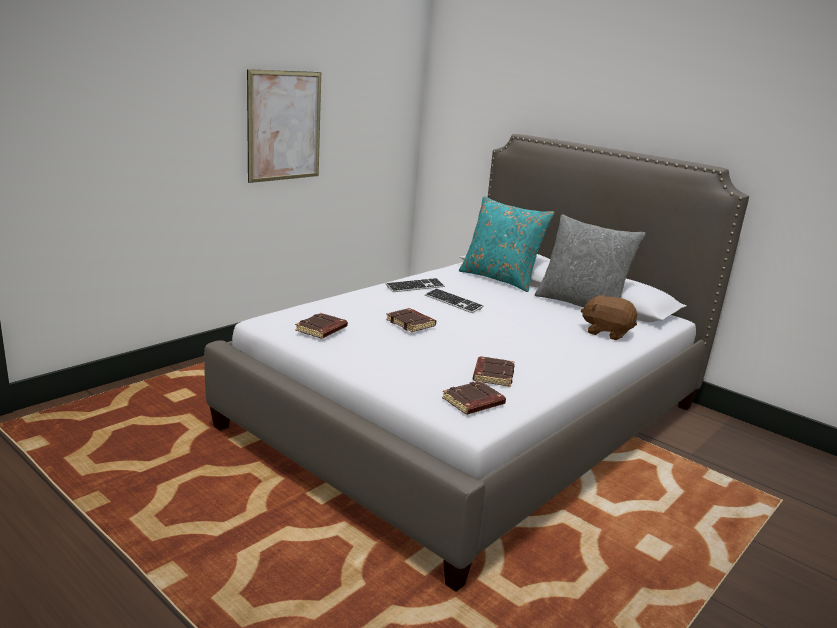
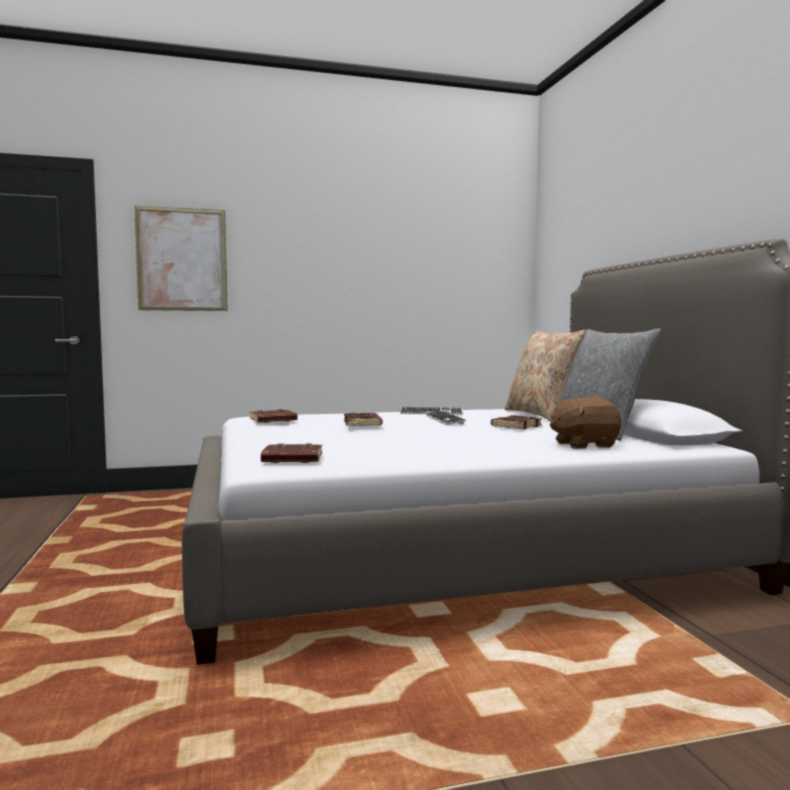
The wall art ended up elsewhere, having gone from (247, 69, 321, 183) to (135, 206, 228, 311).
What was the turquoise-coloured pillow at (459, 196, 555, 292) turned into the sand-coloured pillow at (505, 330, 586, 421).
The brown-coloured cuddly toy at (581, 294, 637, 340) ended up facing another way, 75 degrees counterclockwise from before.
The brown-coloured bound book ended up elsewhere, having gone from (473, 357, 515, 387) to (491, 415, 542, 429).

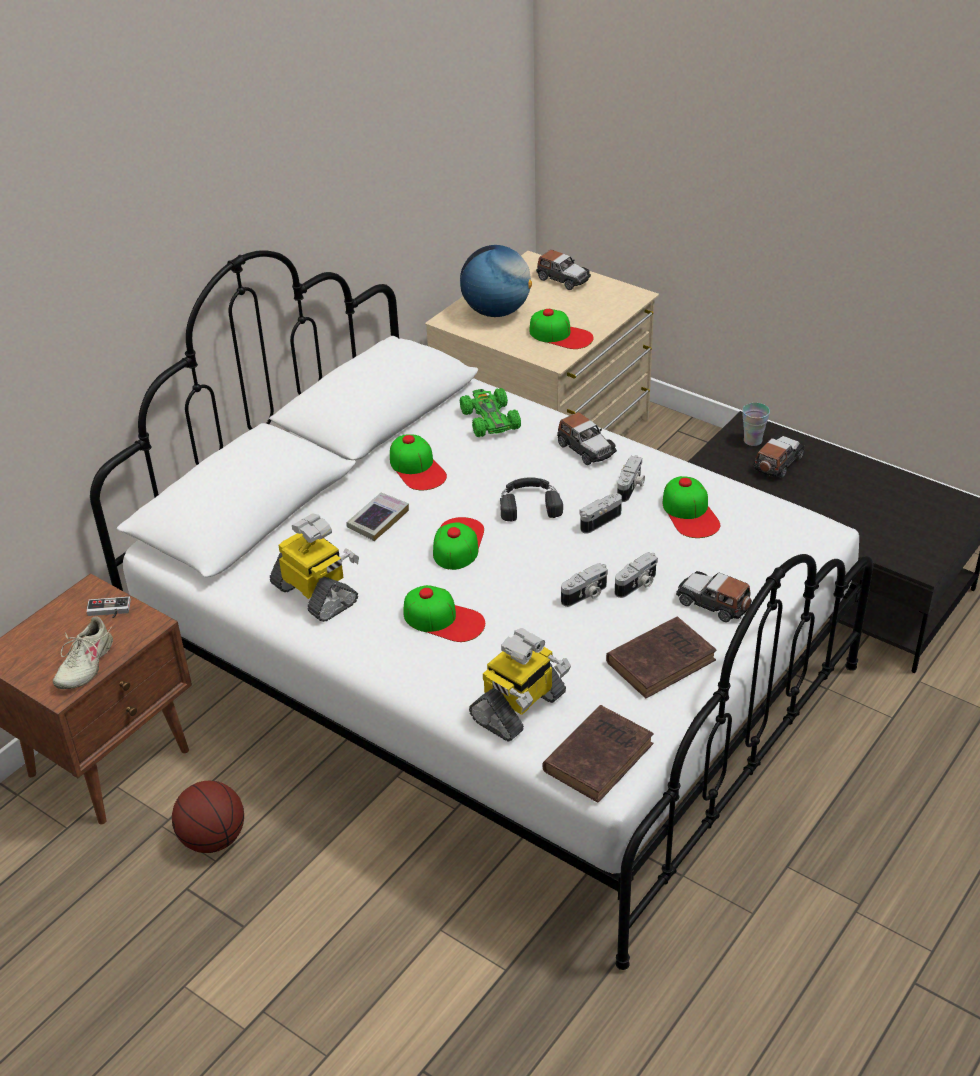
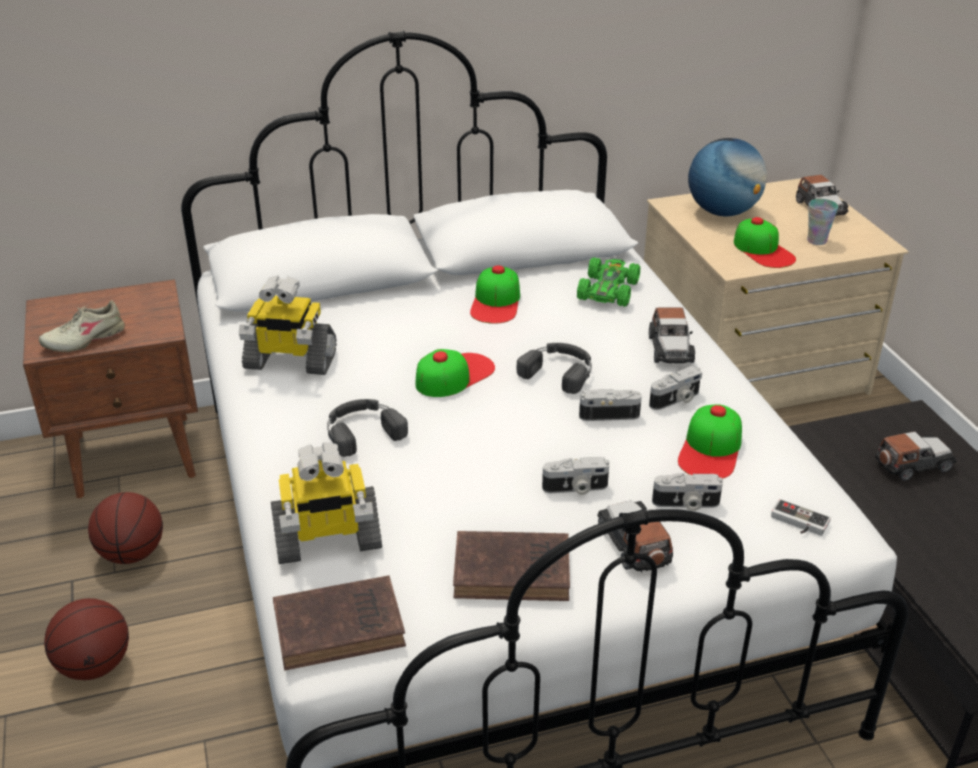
The cup ended up elsewhere, having gone from (742, 403, 770, 446) to (807, 199, 838, 245).
The second view lost the bound book at (346, 493, 409, 541).
The model robot at (270, 513, 359, 622) ended up facing another way, 105 degrees clockwise from before.
The photo camera ended up elsewhere, having gone from (561, 563, 608, 607) to (652, 472, 723, 511).
Where the cap stood at (404, 585, 485, 642), the black-coloured pair of headphones came to stand at (327, 399, 408, 457).
The gamepad ended up elsewhere, having gone from (86, 597, 131, 618) to (771, 499, 831, 536).
The second view gained the basketball ball at (44, 598, 129, 680).

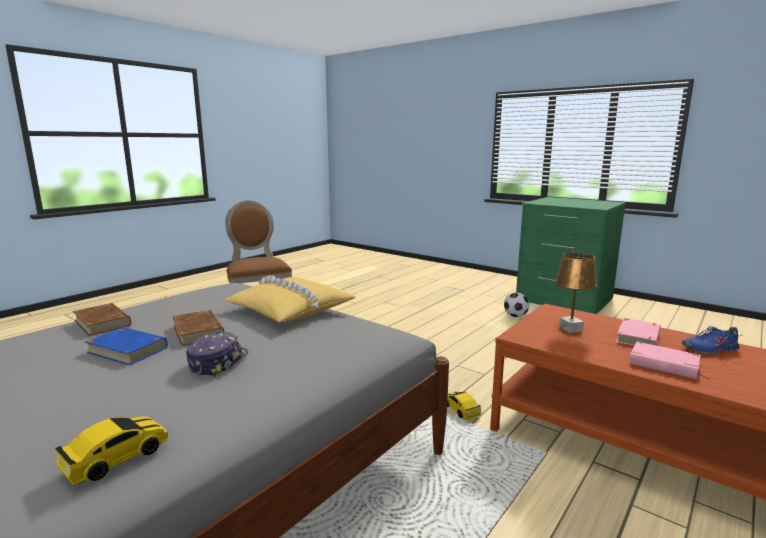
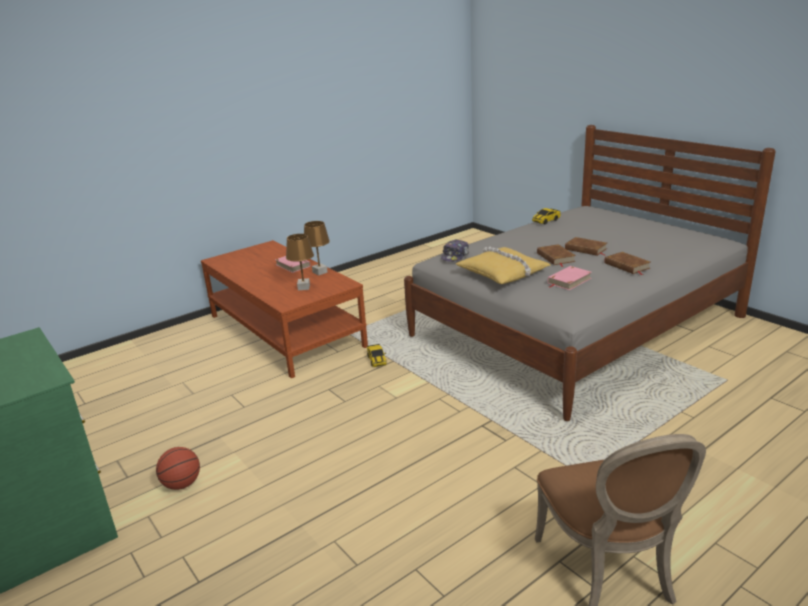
Where the ball for football stood at (504, 292, 529, 317), the basketball ball came to stand at (156, 447, 200, 490).
The pink-coloured bound book ended up elsewhere, having gone from (616, 318, 661, 346) to (547, 266, 591, 290).
The second view lost the blue-coloured low shoe at (682, 326, 740, 354).
What was the blue-coloured bound book at (85, 327, 167, 365) turned into the brown-coloured bound book at (565, 237, 607, 256).
The cap ended up elsewhere, having gone from (186, 332, 249, 377) to (441, 239, 469, 262).
The second view gained the brown-coloured table lamp at (304, 221, 330, 275).

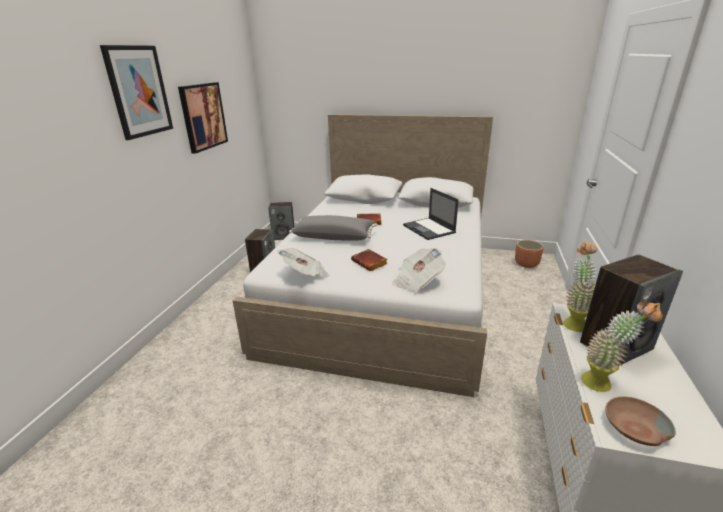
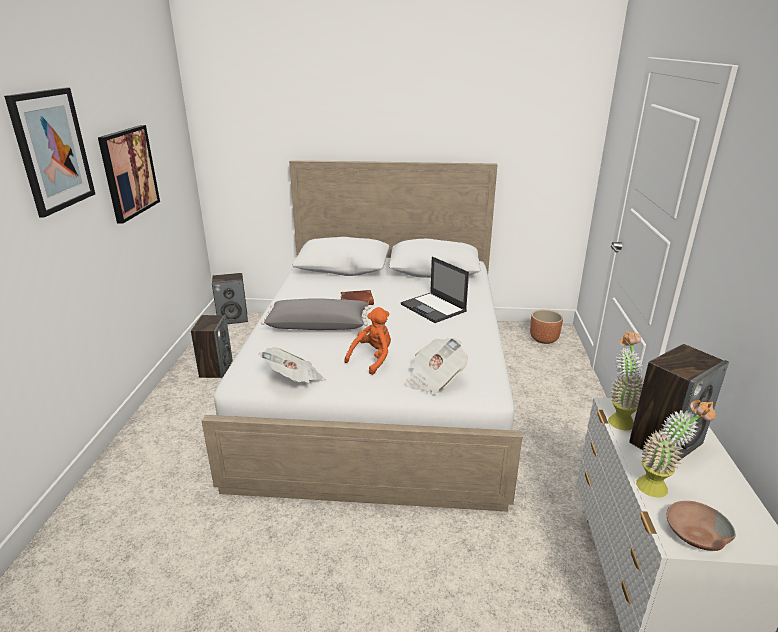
Where the brown-coloured bound book stood at (351, 249, 388, 271), the orangey cuddly toy came to stand at (344, 307, 391, 375).

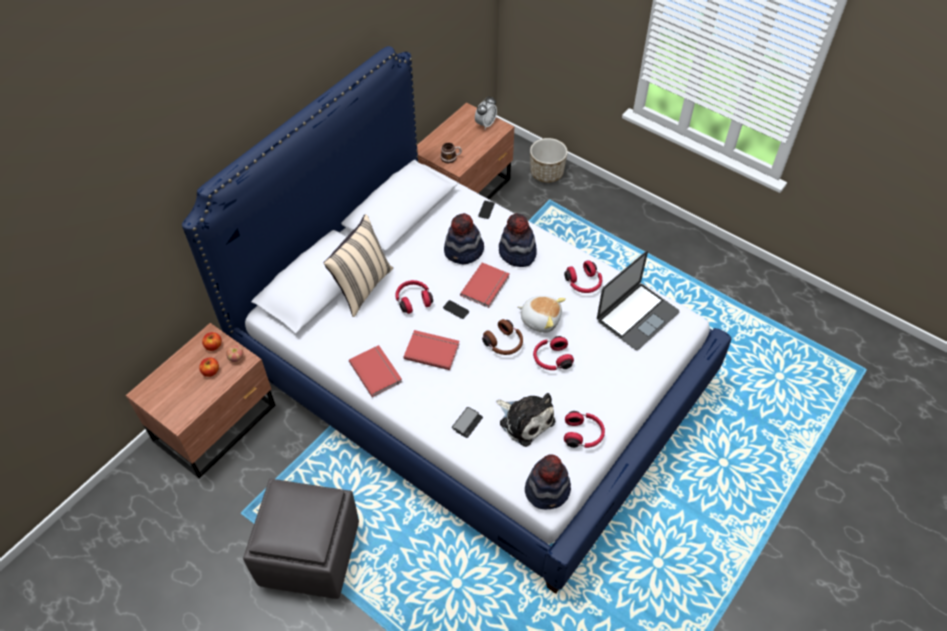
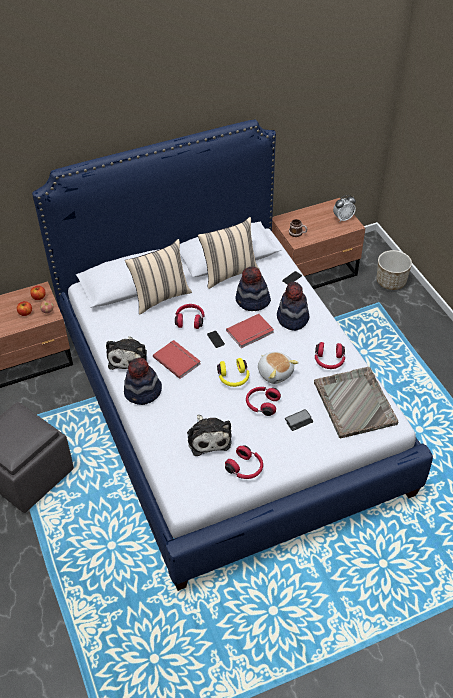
Where the portable computer stood at (597, 251, 679, 350), the gray carrying tray came to stand at (314, 367, 398, 438).
What was the brown-coloured pair of headphones at (482, 319, 523, 355) turned into the yellow-coloured pair of headphones at (217, 358, 250, 387).
Where the reddish bound book stood at (349, 345, 402, 397), the cuddly toy came to stand at (106, 336, 147, 370).
The phone ended up elsewhere, having gone from (452, 407, 483, 438) to (285, 409, 313, 431).
The wearable hat ended up elsewhere, having gone from (525, 455, 571, 510) to (124, 357, 162, 405).
The second view gained the sand-coloured pillow at (198, 217, 260, 289).

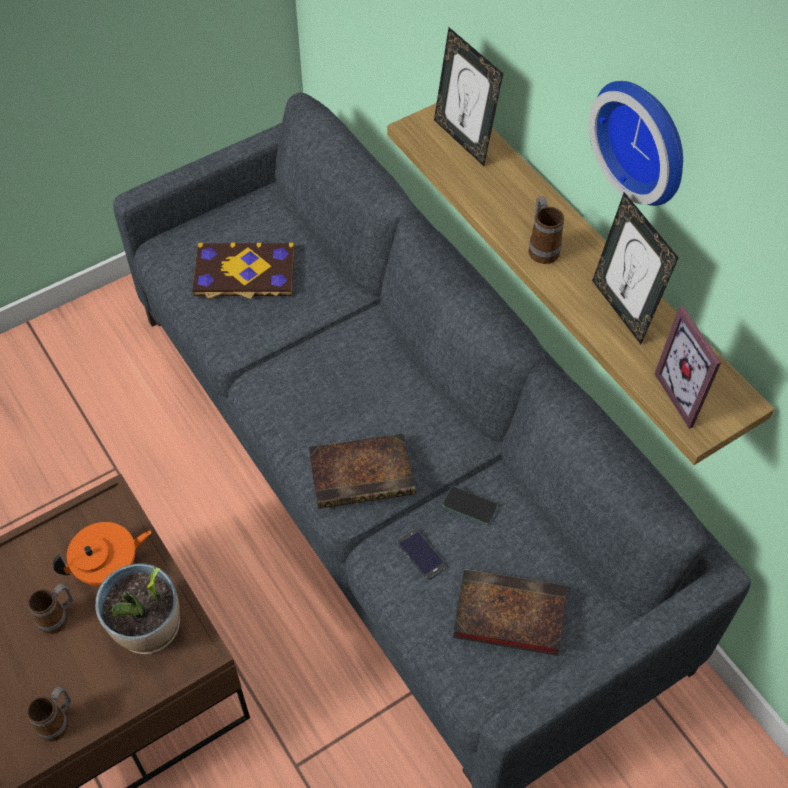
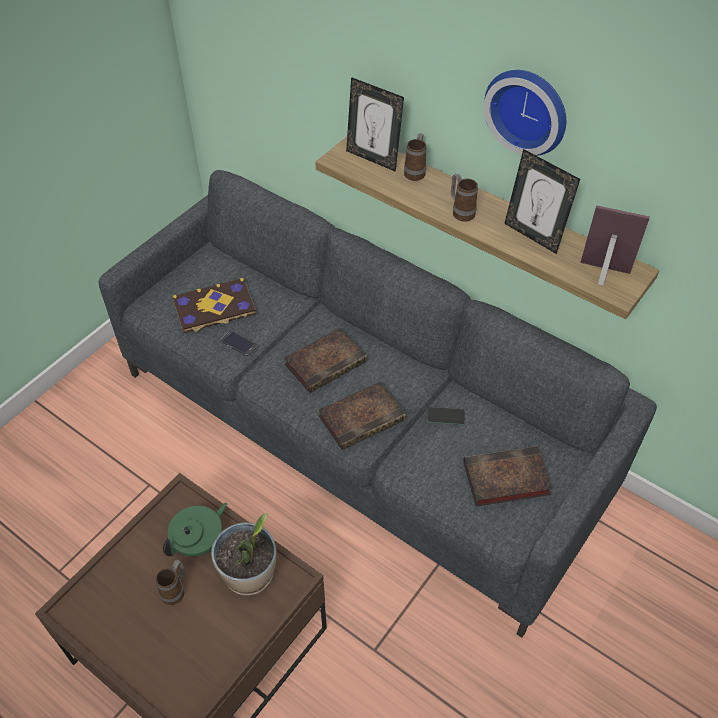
The picture frame at (655, 306, 721, 429) ended up facing another way, 150 degrees clockwise from before.
What was the orangey tea pot at (53, 522, 152, 586) turned into the greenish tea pot at (163, 503, 227, 557).
The phone ended up elsewhere, having gone from (398, 529, 446, 579) to (221, 331, 257, 356).
The mug ended up elsewhere, having gone from (27, 686, 71, 742) to (404, 133, 426, 181).
The second view gained the bound book at (284, 328, 368, 393).

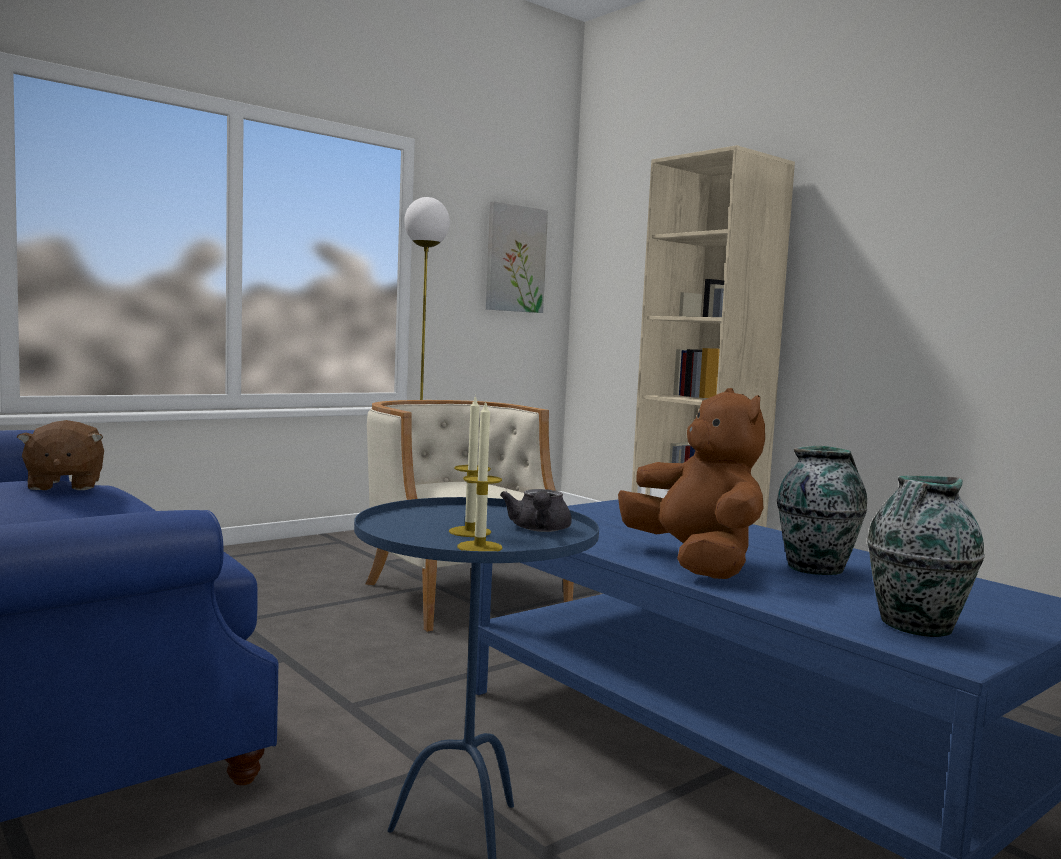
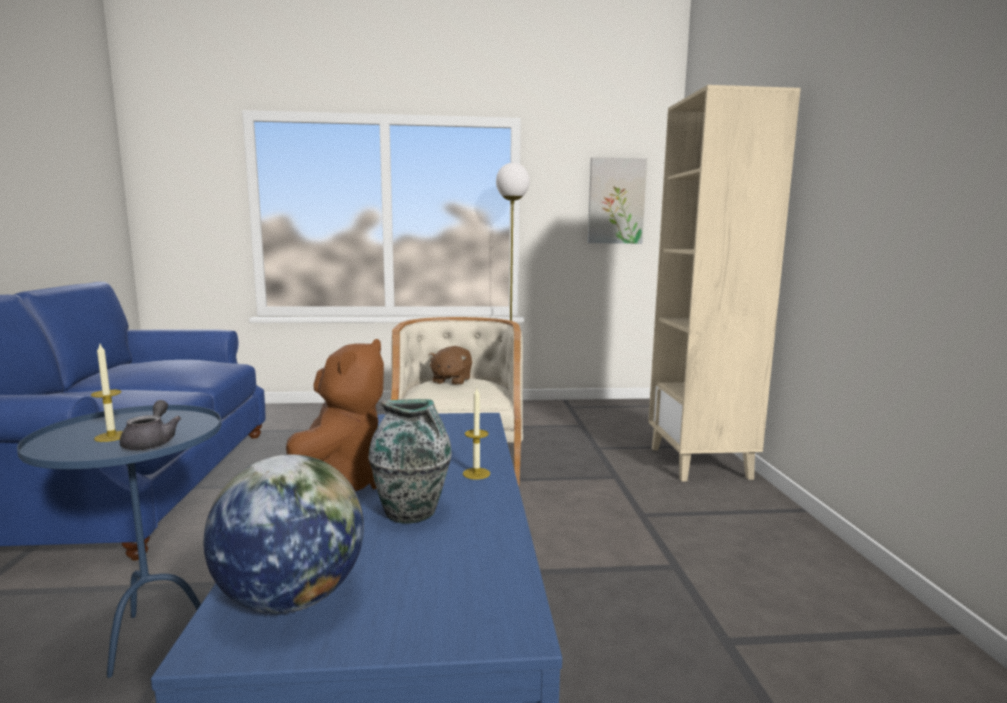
The wax candle ended up elsewhere, having gone from (457, 402, 503, 551) to (463, 388, 490, 480).
The brown-coloured cuddly toy ended up elsewhere, having gone from (17, 420, 104, 490) to (428, 346, 472, 385).
Where the vase stood at (867, 476, 985, 637), the world globe came to stand at (203, 454, 364, 614).
The gray tea pot at (500, 489, 572, 532) ended up facing another way, 135 degrees clockwise from before.

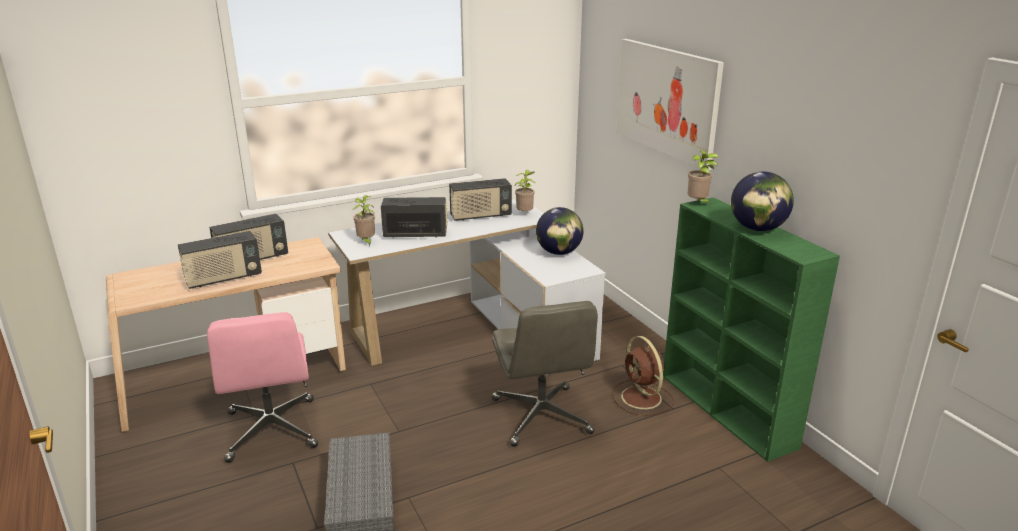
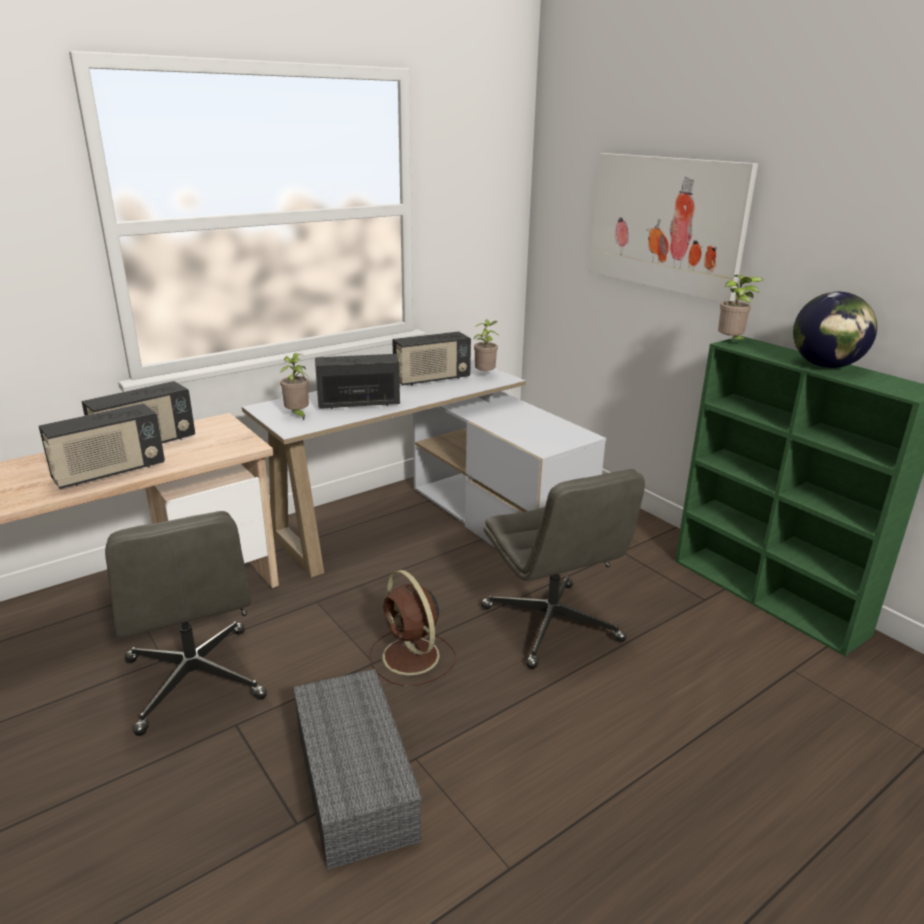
The second view lost the world globe at (536, 207, 584, 255).
What was the pink-coloured desk chair at (207, 312, 318, 463) turned into the gray desk chair at (105, 511, 267, 736).
The brown-coloured fan ended up elsewhere, having gone from (612, 336, 674, 416) to (369, 570, 456, 686).

